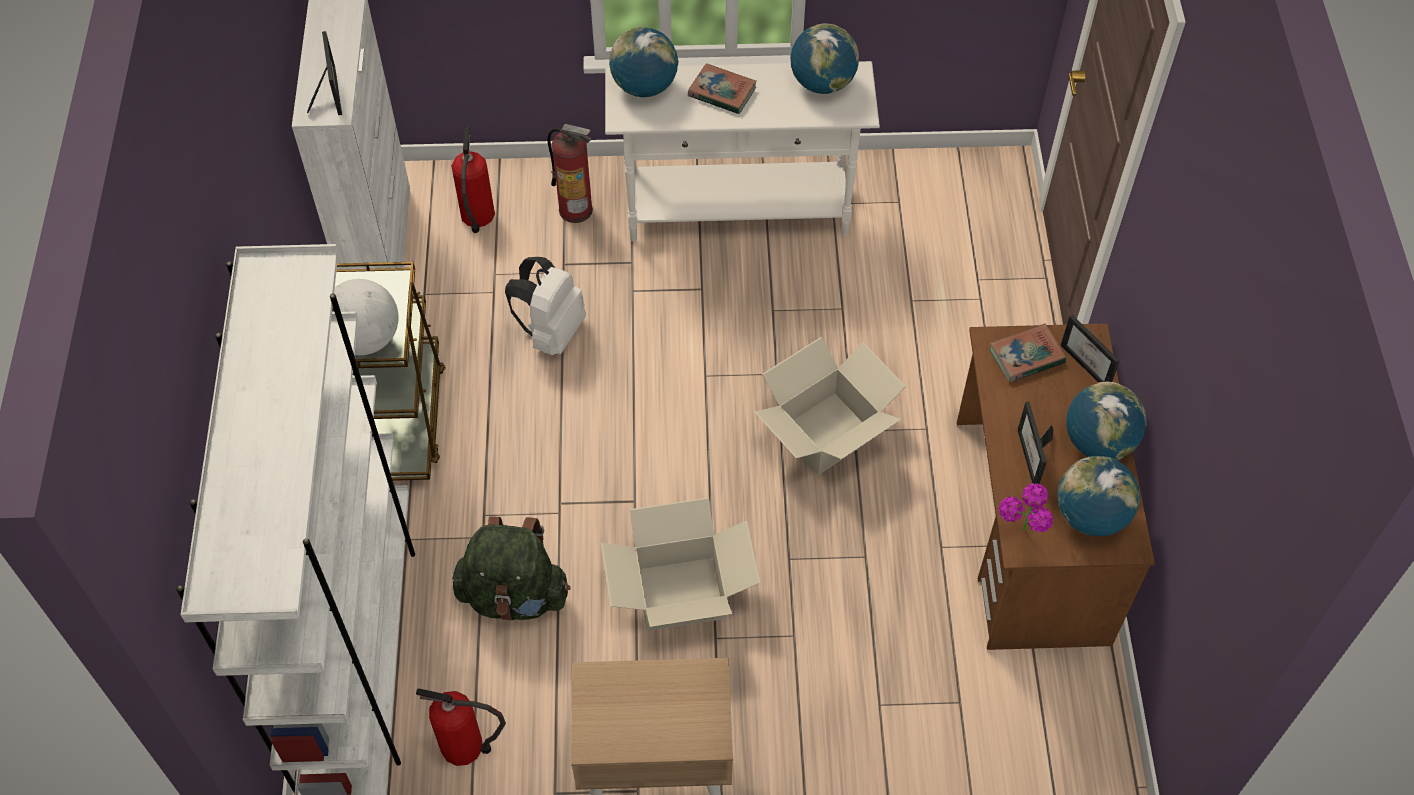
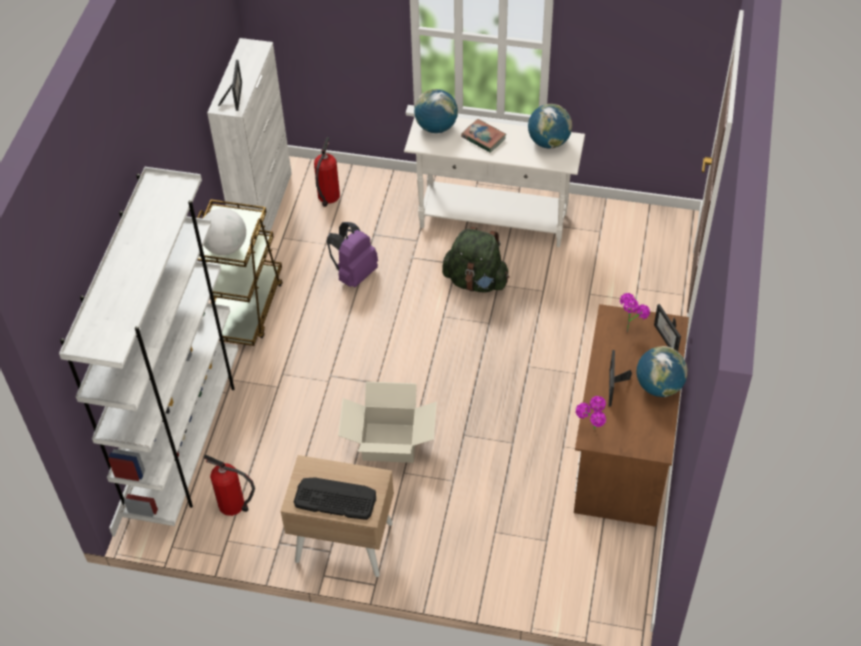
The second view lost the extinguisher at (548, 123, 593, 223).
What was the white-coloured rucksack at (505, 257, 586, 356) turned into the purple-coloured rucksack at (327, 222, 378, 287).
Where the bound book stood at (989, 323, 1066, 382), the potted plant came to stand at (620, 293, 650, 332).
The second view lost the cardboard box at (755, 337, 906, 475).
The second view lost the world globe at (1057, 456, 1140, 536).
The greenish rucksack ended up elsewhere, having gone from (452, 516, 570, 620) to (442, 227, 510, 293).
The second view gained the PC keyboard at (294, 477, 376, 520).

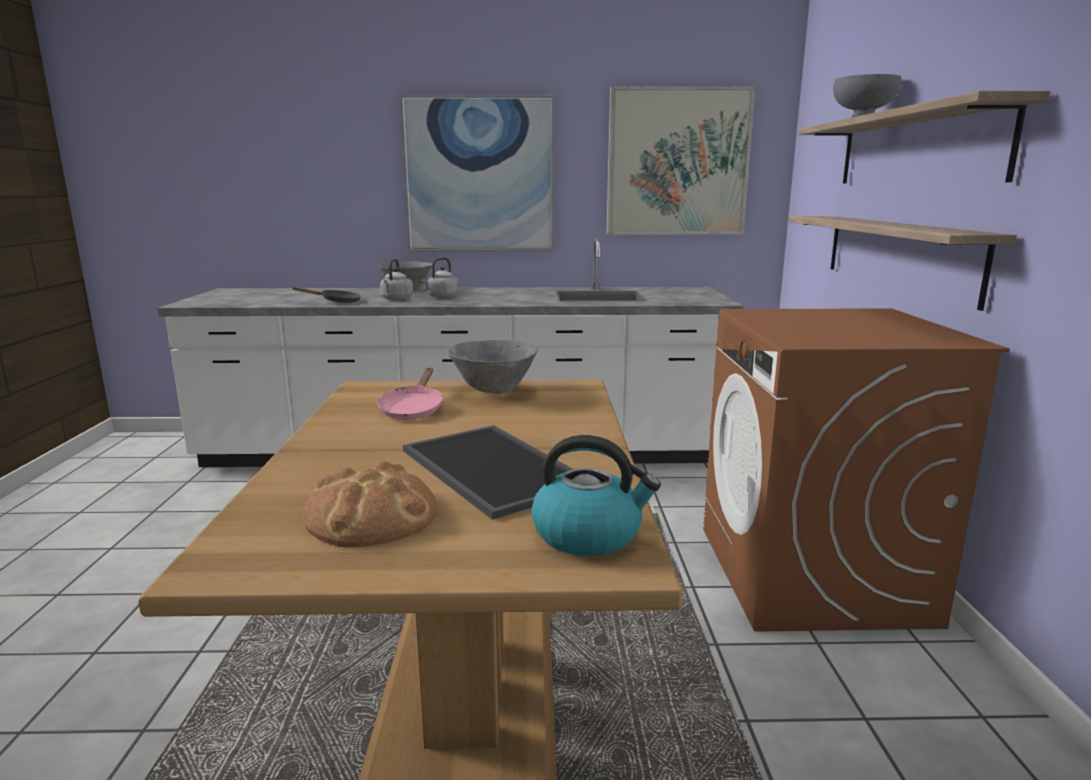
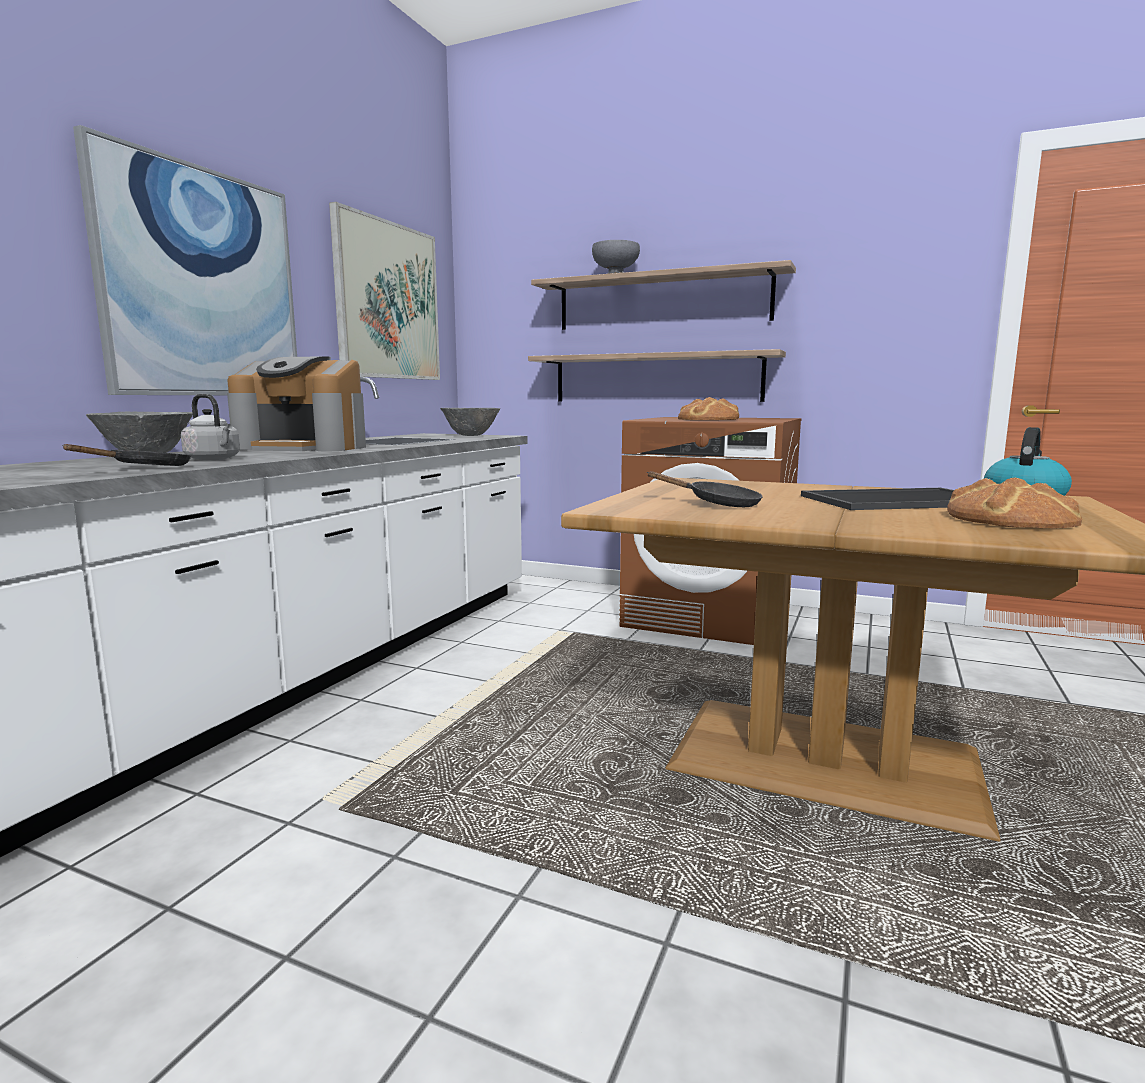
The second view lost the gray kettle at (421, 257, 459, 298).
The gray deep dish ended up elsewhere, having gone from (447, 340, 538, 394) to (440, 408, 500, 436).
What was the pink-coloured pan at (377, 368, 443, 420) turned into the black-coloured pan at (647, 471, 763, 507).
The second view gained the coffee brewer at (227, 356, 366, 451).
The second view gained the baked bread at (678, 397, 739, 420).

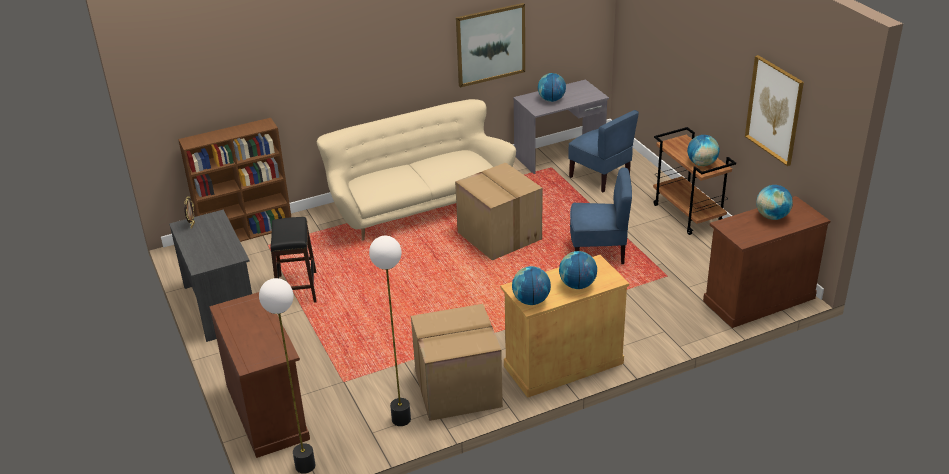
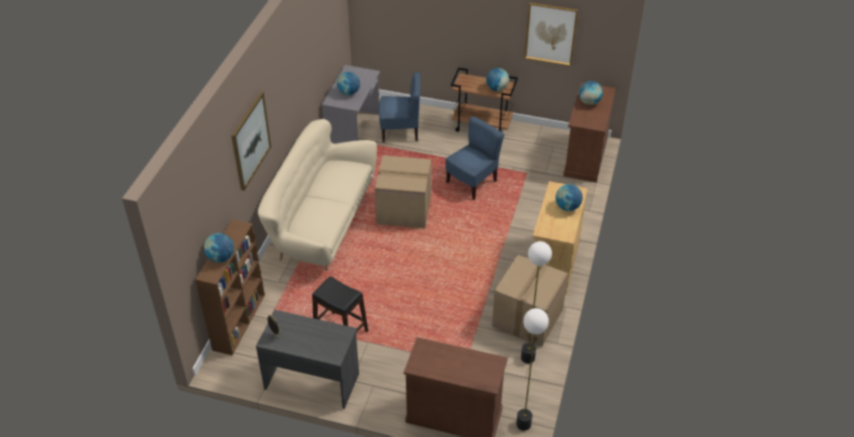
The wall art ended up elsewhere, having gone from (456, 3, 525, 88) to (231, 92, 271, 191).
The world globe ended up elsewhere, having gone from (512, 266, 551, 305) to (204, 233, 234, 263).

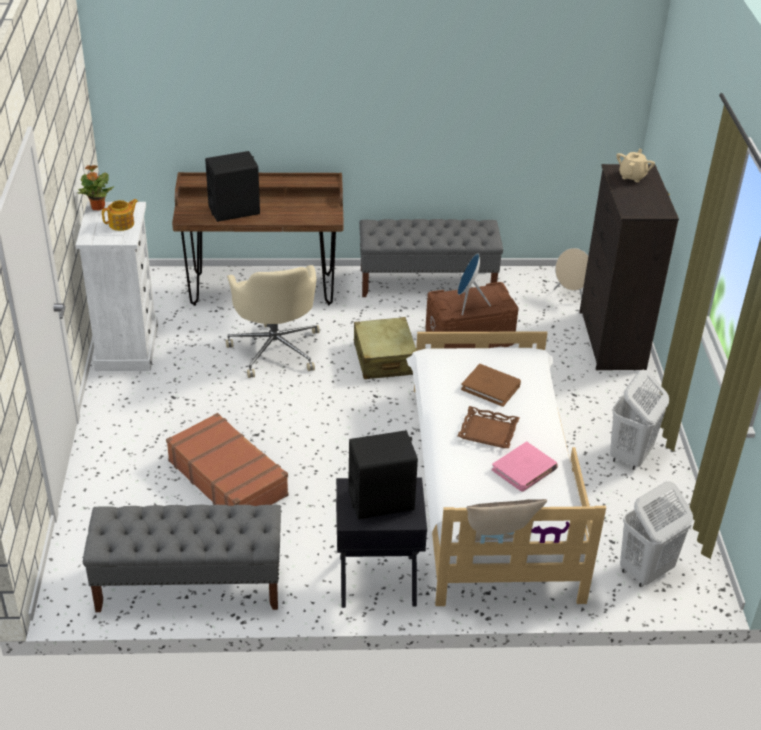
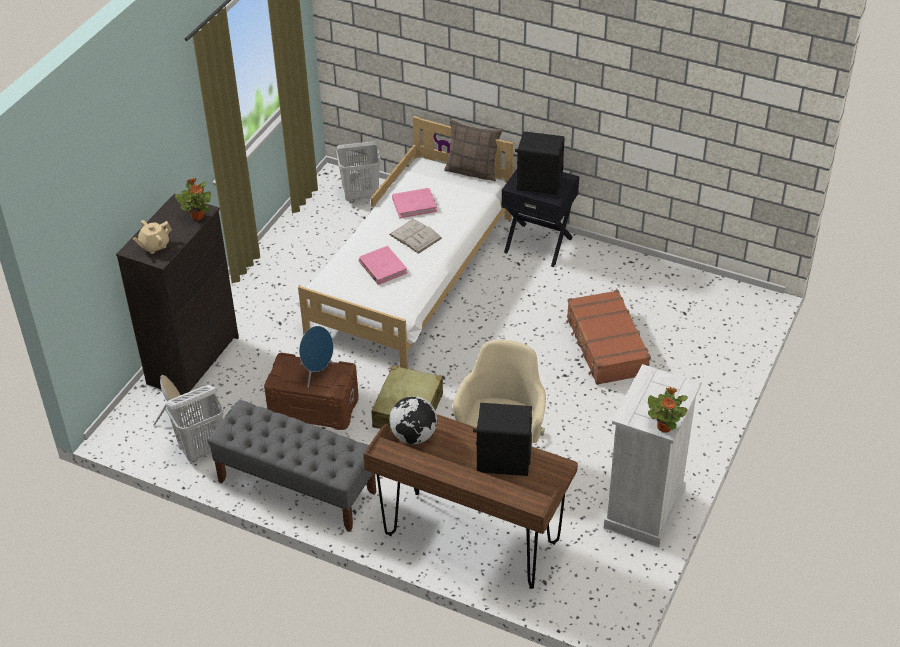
The second view lost the tea pot at (102, 199, 138, 231).
What was the brown-coloured bound book at (461, 364, 521, 407) turned into the pink-coloured bound book at (358, 246, 407, 285).
The white-coloured laundry basket ended up elsewhere, having gone from (610, 370, 669, 470) to (165, 385, 224, 462).
Where the brown-coloured carrying tray stood at (457, 406, 520, 448), the white-coloured bound book came to stand at (389, 219, 442, 254).
The second view lost the gray long seat at (83, 505, 281, 612).
The second view gained the potted plant at (175, 178, 211, 220).
The second view gained the world globe at (389, 396, 437, 444).

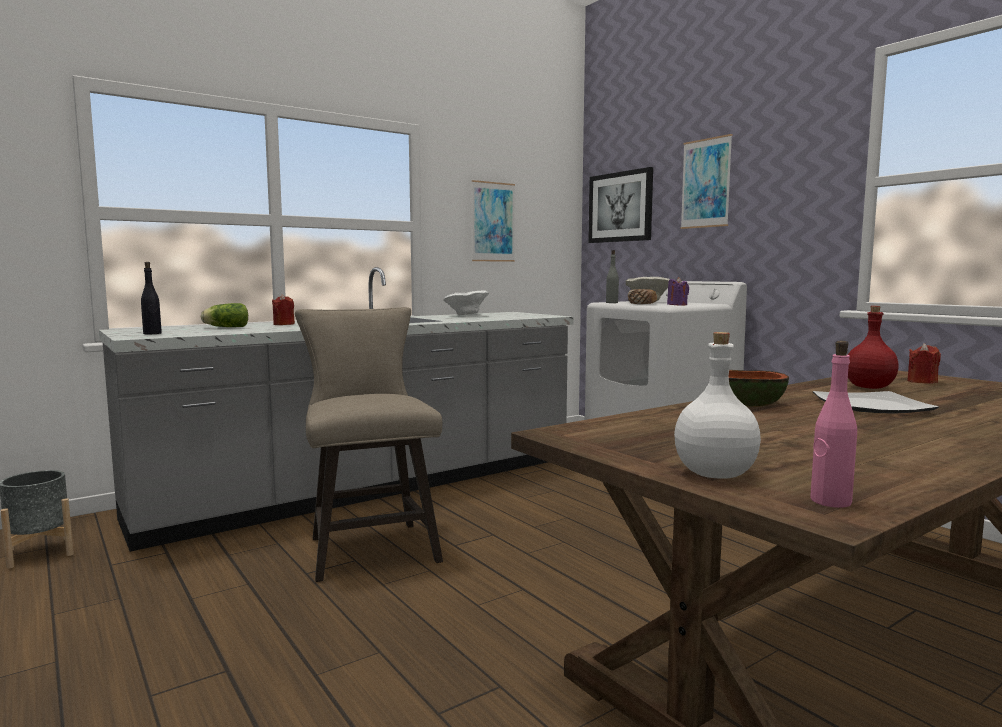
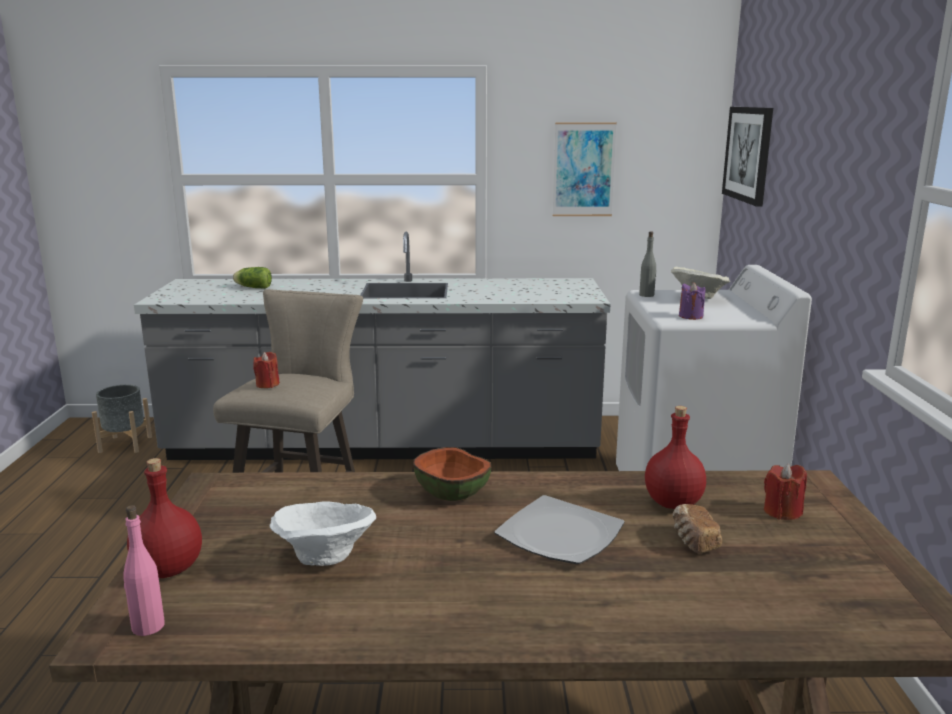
The second view lost the wall art at (680, 134, 733, 229).
The second view lost the black-coloured beverage bottle at (141, 262, 162, 334).
The baked bread ended up elsewhere, having gone from (628, 289, 657, 304) to (673, 504, 722, 554).
The white-coloured deep dish ended up elsewhere, having gone from (443, 291, 489, 315) to (270, 501, 376, 566).
The reddish wax candle ended up elsewhere, having gone from (272, 294, 295, 325) to (253, 352, 280, 388).
What was the white-coloured beverage bottle at (674, 332, 761, 478) turned into the reddish beverage bottle at (127, 458, 202, 578).

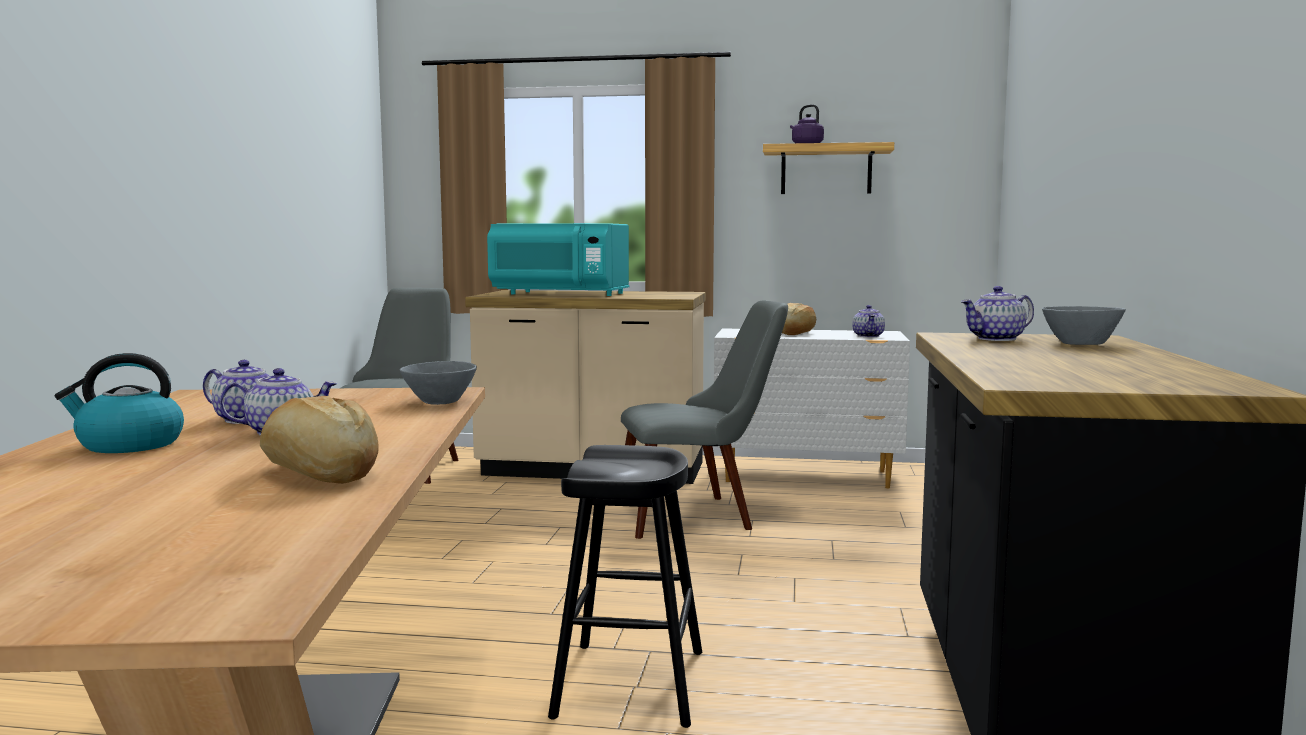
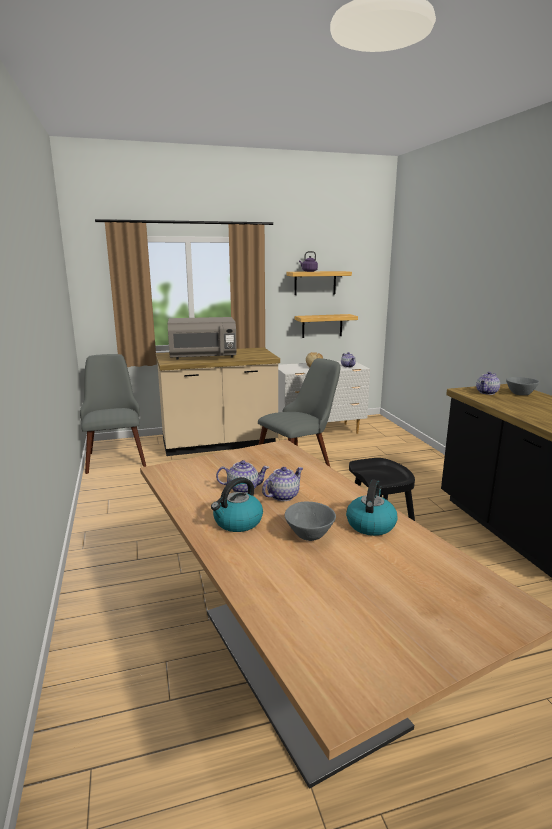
What was the turquoise-coloured microwave oven at (487, 223, 630, 296) turned into the gray microwave oven at (168, 317, 237, 360).
The gray deep dish ended up elsewhere, having gone from (400, 361, 477, 405) to (285, 501, 336, 541).
Where the baked bread stood at (260, 396, 379, 484), the kettle came to stand at (346, 480, 397, 536).
The second view gained the shelf at (295, 314, 358, 338).

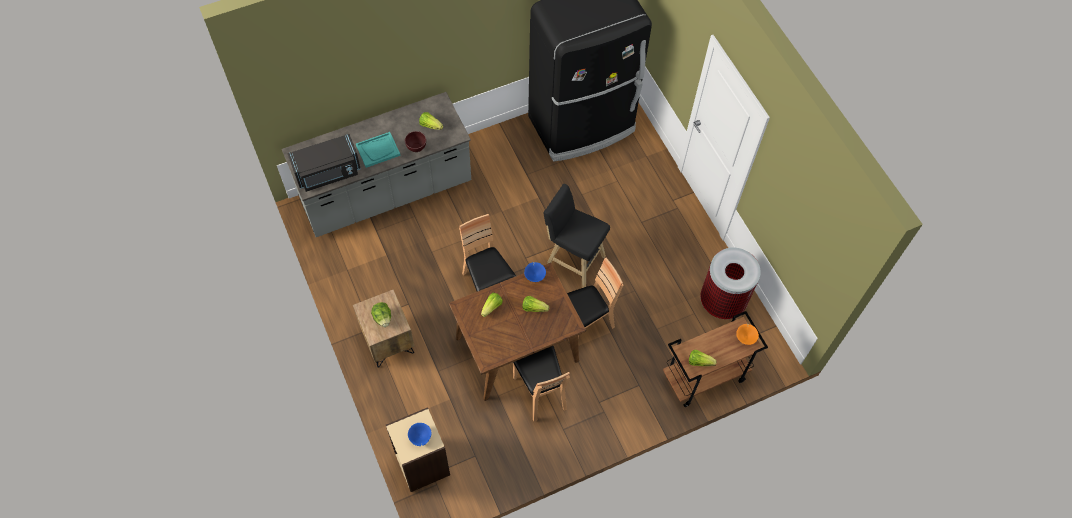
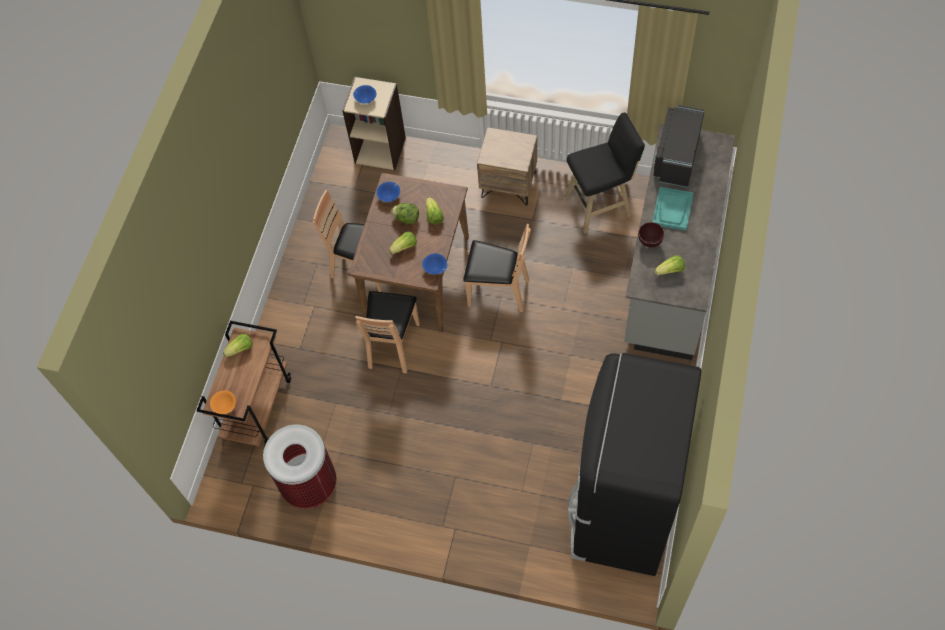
The black-coloured sitting stool ended up elsewhere, having gone from (544, 184, 610, 288) to (565, 113, 645, 233).
The lettuce head ended up elsewhere, having gone from (371, 302, 391, 327) to (391, 203, 419, 224).
The second view gained the blue-coloured deep dish at (376, 182, 400, 202).

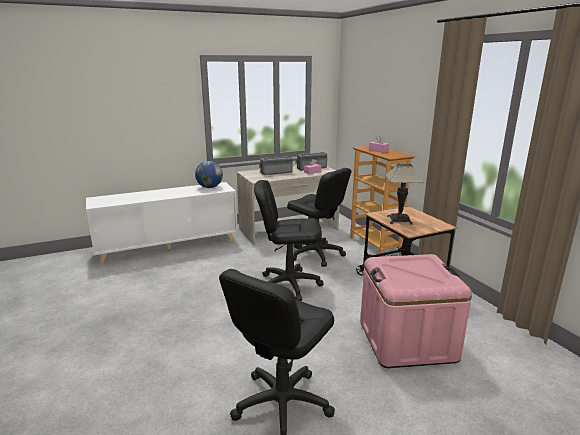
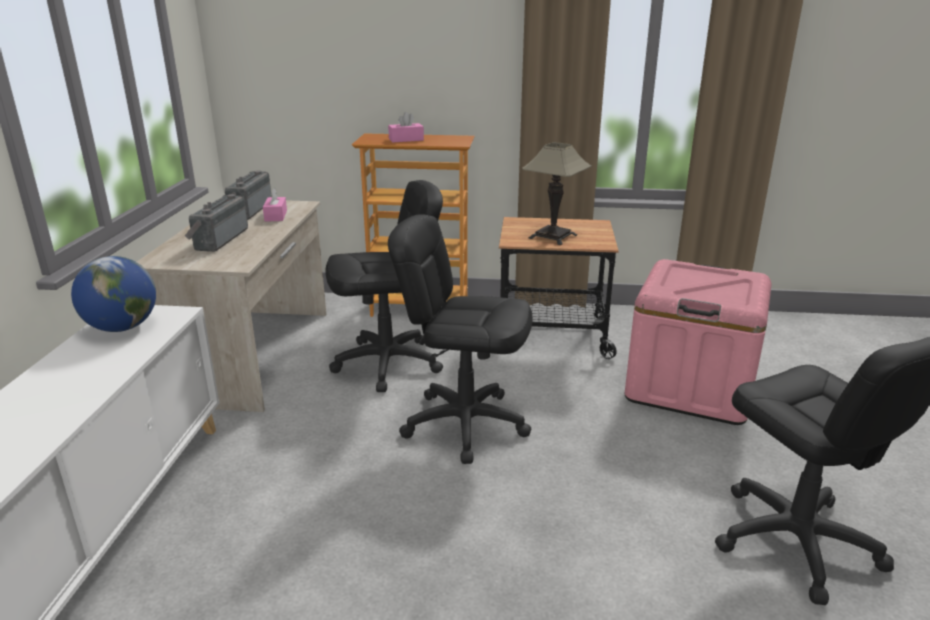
The black-coloured desk chair at (254, 180, 323, 301) ended up facing another way, 75 degrees clockwise from before.

